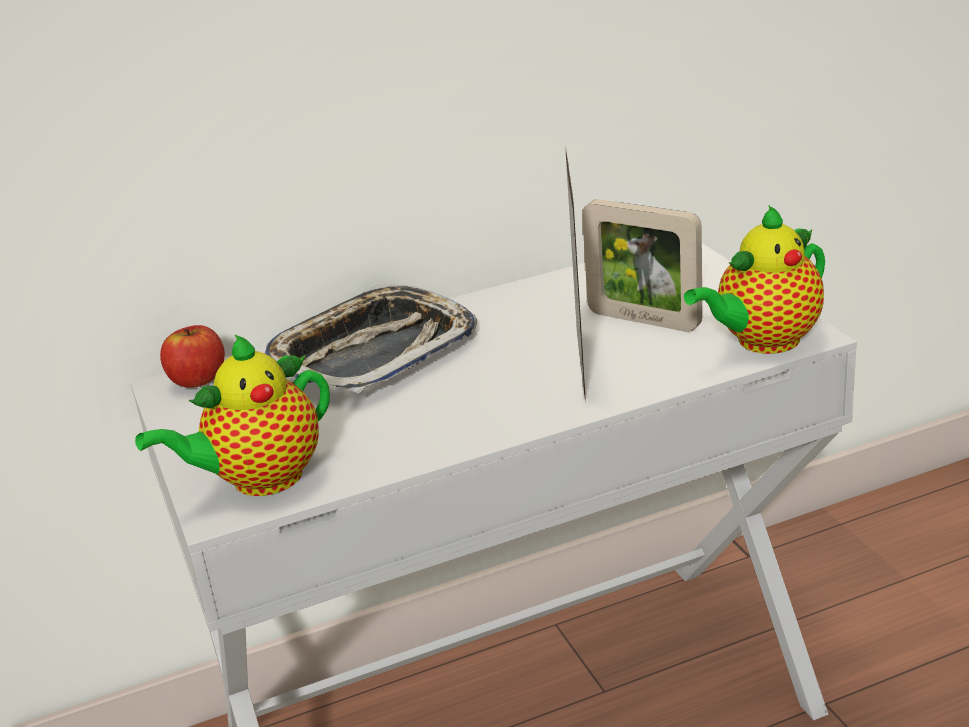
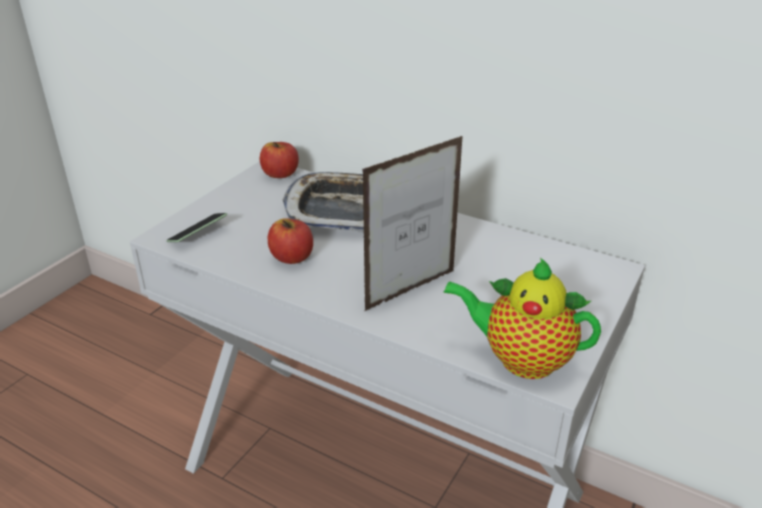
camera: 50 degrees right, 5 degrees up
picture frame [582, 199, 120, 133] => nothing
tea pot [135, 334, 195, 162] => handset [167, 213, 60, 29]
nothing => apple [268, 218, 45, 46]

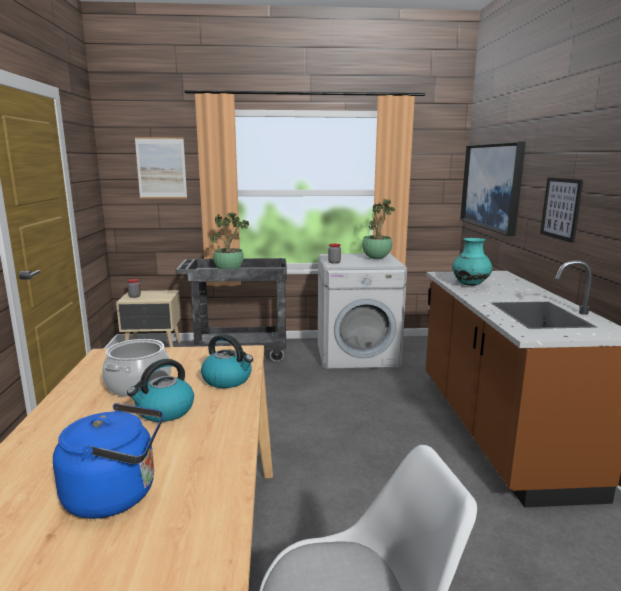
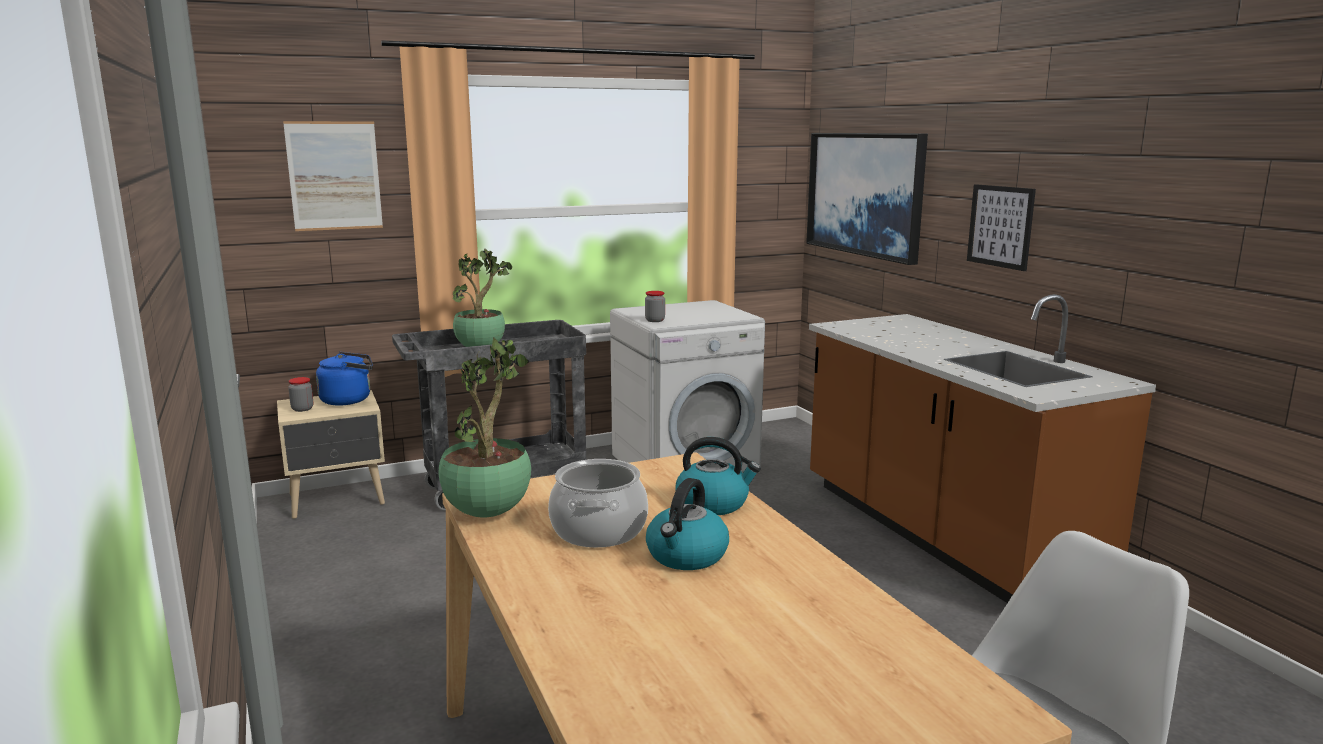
camera: 20 degrees left, 0 degrees up
potted plant [362, 199, 33, 60] => potted plant [439, 338, 92, 179], shifted
vase (turquoise) [452, 238, 40, 48] => nothing
kettle (blue-coloured) [53, 403, 110, 116] => kettle (blue-coloured) [316, 352, 57, 53], shifted

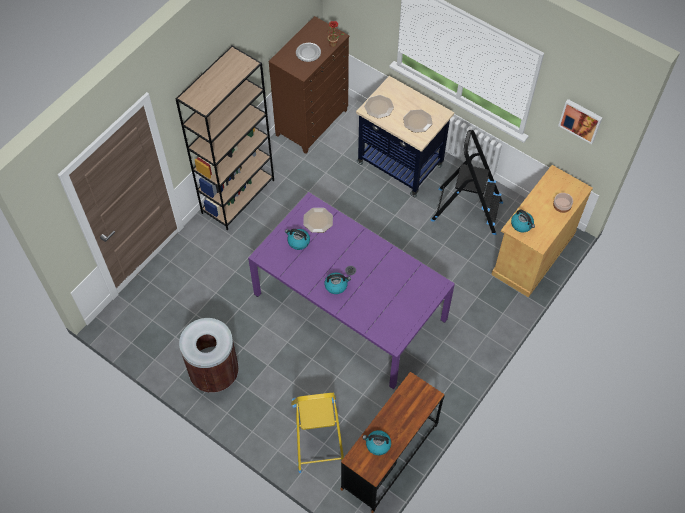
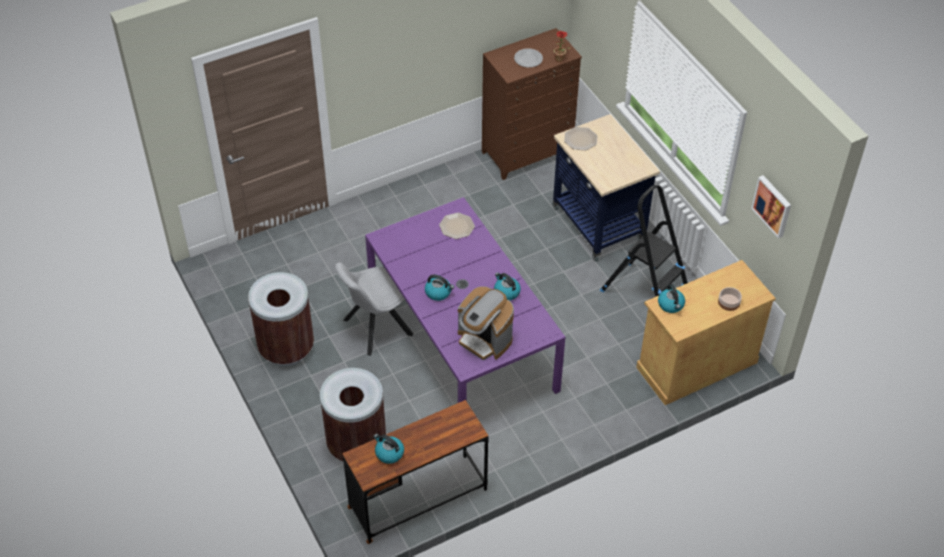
camera: 25 degrees right, 10 degrees down
shelving unit (beige) [176, 46, 98, 184] => nothing
flat dish [403, 110, 29, 23] => nothing
kettle [285, 229, 25, 21] => kettle [494, 272, 27, 29], shifted
step stool (yellow) [291, 393, 53, 80] => waste bin (brown) [320, 368, 66, 94]
nothing => chair (grey) [335, 262, 78, 94]
nothing => coffee brewer [458, 286, 56, 74]

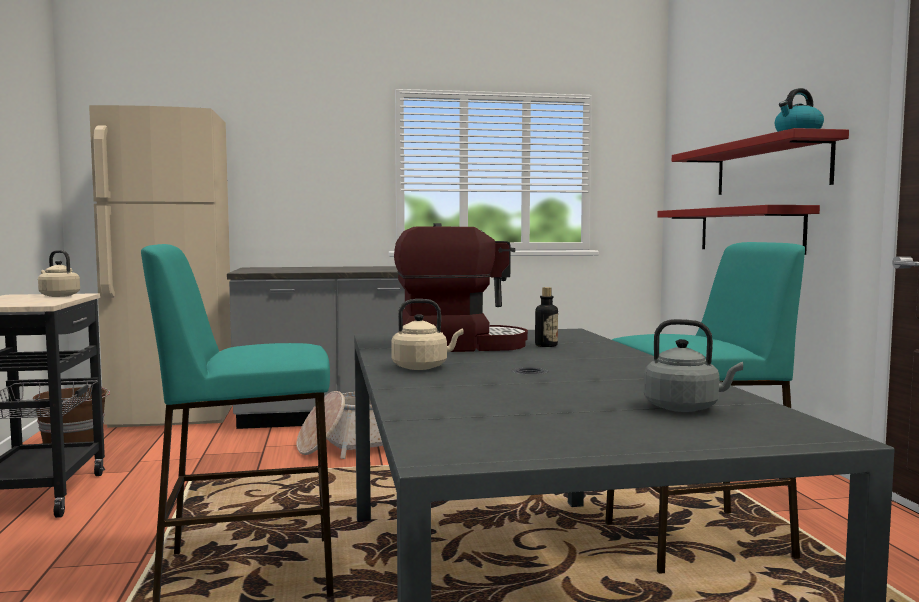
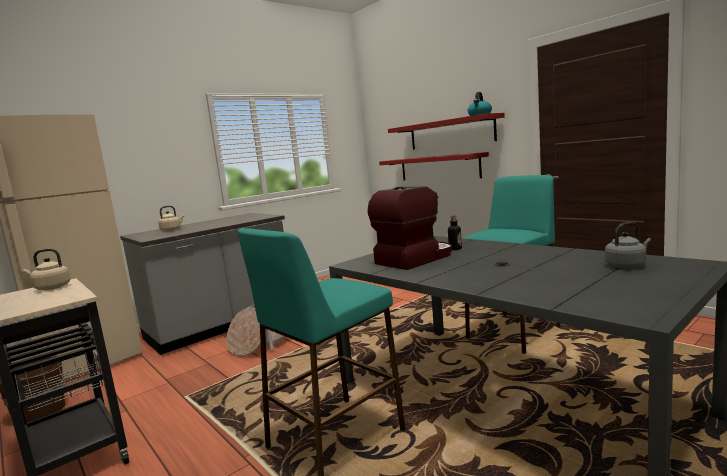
camera: 30 degrees left, 5 degrees up
kettle (beige) [391, 299, 73, 71] => kettle (beige) [158, 206, 27, 25], shifted

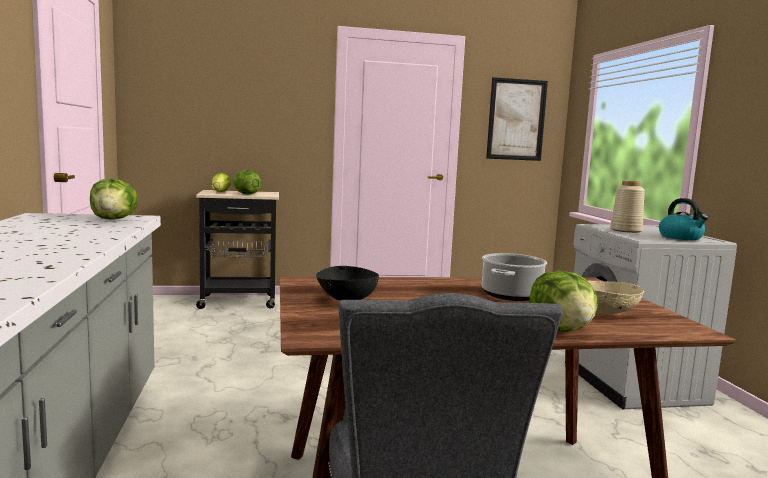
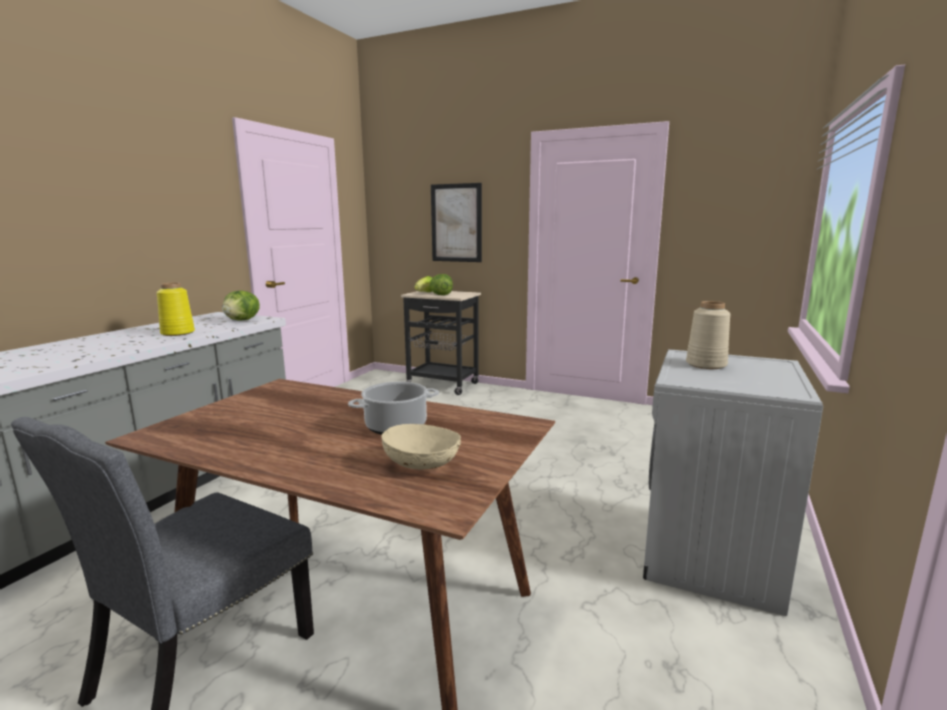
camera: 35 degrees right, 5 degrees up
picture [486, 77, 62, 84] => picture [431, 183, 51, 79], shifted
kettle [659, 198, 50, 42] => nothing
deep dish (blackish) [316, 266, 63, 35] => nothing
head of lettuce [530, 270, 68, 62] => nothing
nothing => vase (yellow) [157, 282, 38, 54]

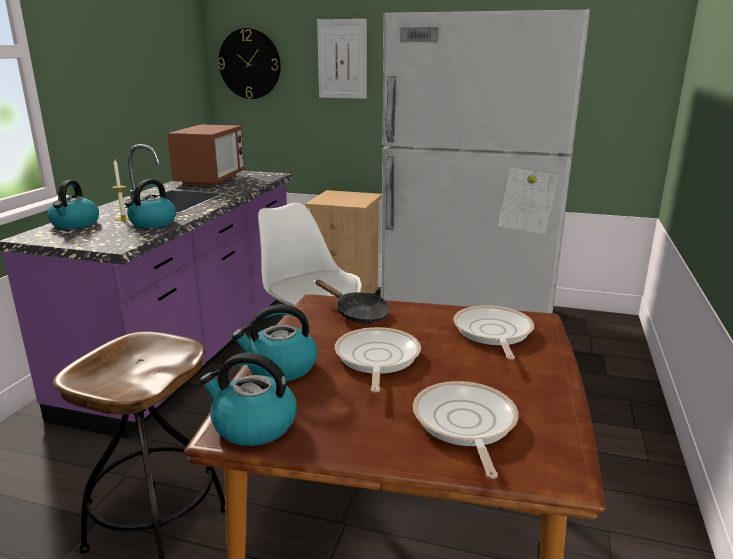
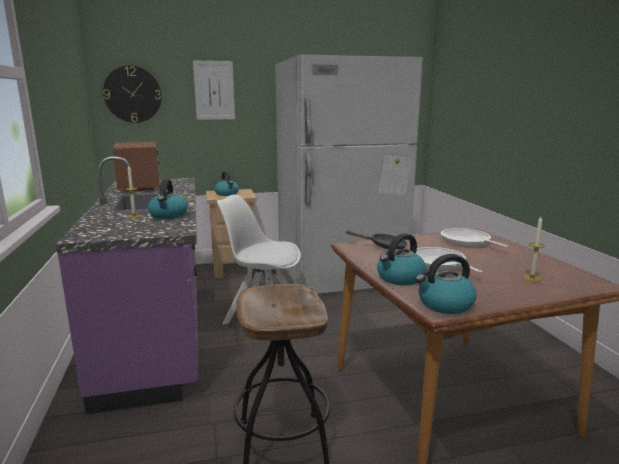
camera: 30 degrees left, 5 degrees down
kettle [48, 180, 51, 49] => kettle [214, 171, 25, 25], shifted
pan [413, 381, 105, 98] => wax candle [523, 217, 22, 64]

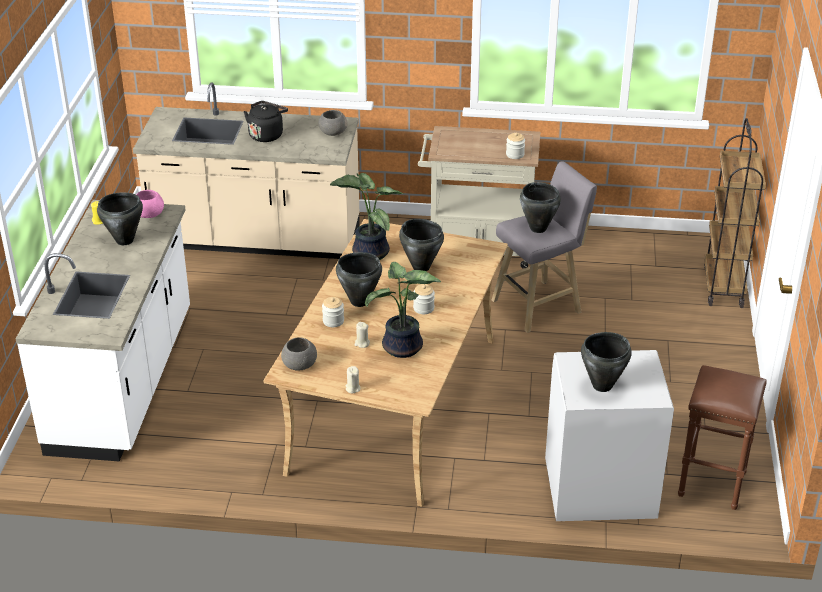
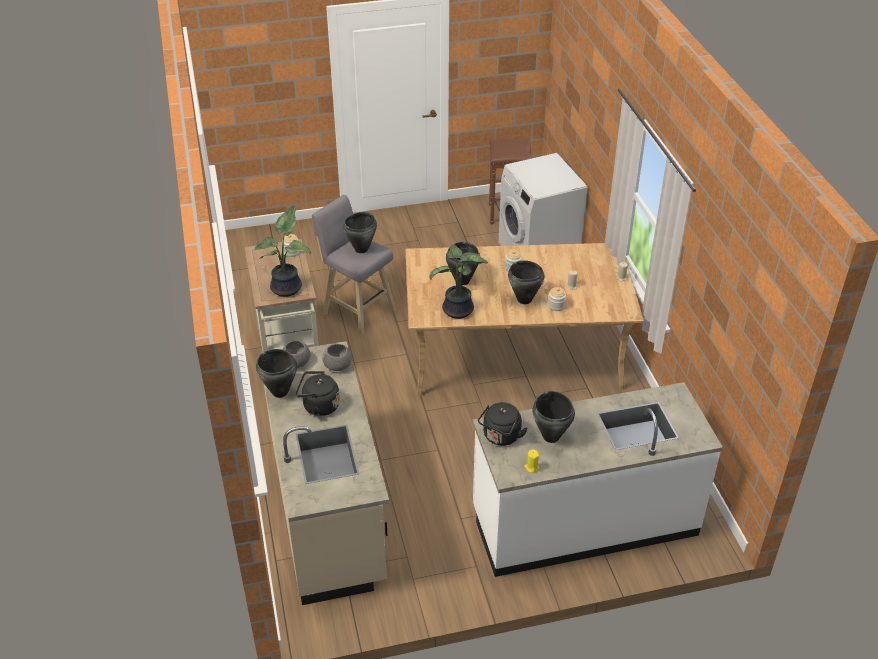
camera: 110 degrees left, 5 degrees up
cart (brown) [704, 118, 62, 190] => nothing
deep dish (pink-coloured) [136, 190, 28, 28] => kettle (blackish) [478, 402, 50, 44]
potted plant [365, 262, 76, 96] => potted plant [254, 205, 57, 92], shifted
stockpot (blackish) [581, 332, 51, 60] => stockpot (blackish) [256, 349, 41, 49], shifted
deep dish (grey) [281, 337, 36, 34] => deep dish (grey) [322, 344, 30, 27], shifted

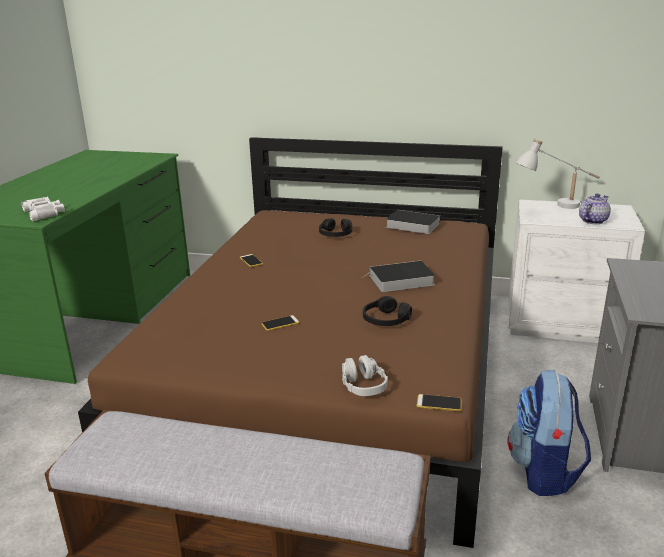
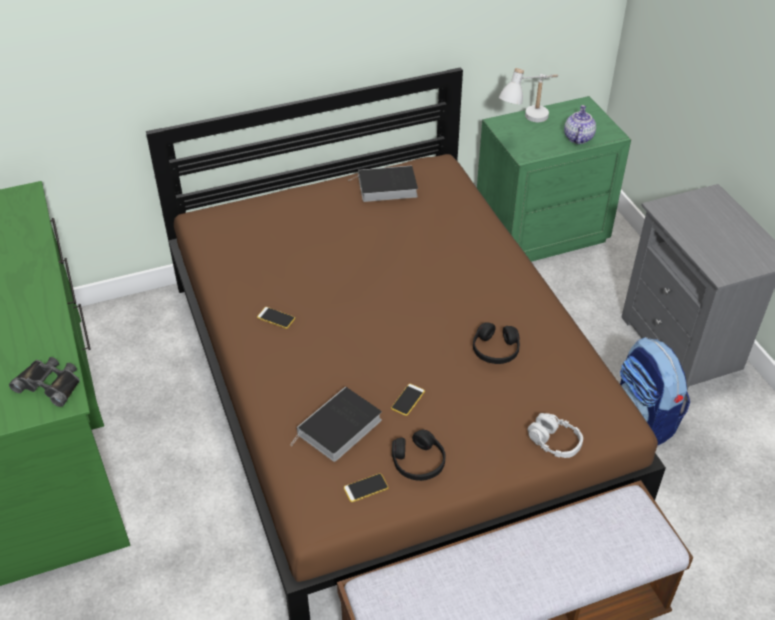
camera: 35 degrees left, 20 degrees up
binoculars (white-coloured) [21, 196, 44, 25] => binoculars (blackish) [9, 357, 71, 50]
bedside table (white-coloured) [508, 199, 137, 144] => bedside table (green-coloured) [477, 96, 154, 166]
headphones (blackish) [319, 218, 33, 19] => headphones (blackish) [392, 430, 54, 51], shifted
volume [366, 261, 69, 31] => volume [290, 386, 92, 76], shifted
handset [417, 394, 45, 17] => handset [344, 473, 45, 29], shifted

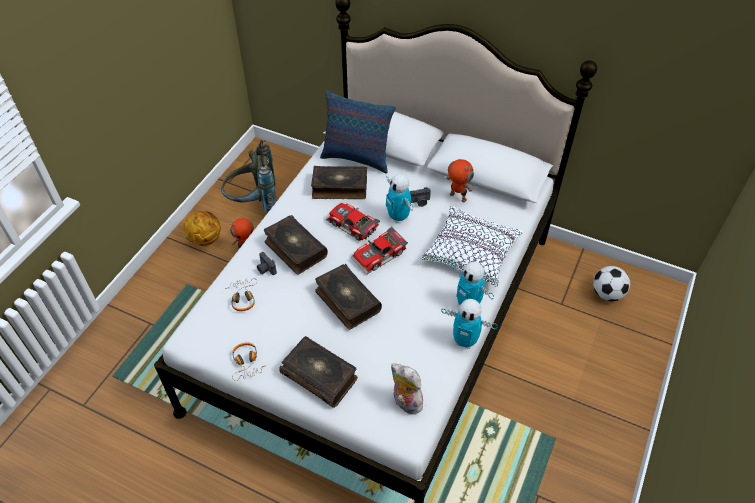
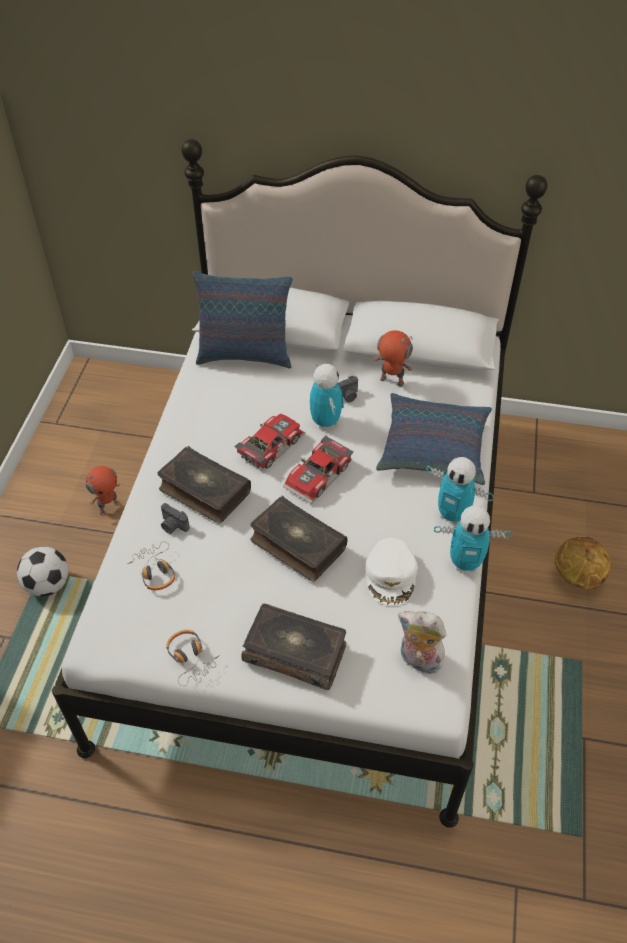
camera: 15 degrees left, 0 degrees up
knapsack (grey) [221, 140, 56, 74] => nothing
volume [311, 166, 56, 33] => nothing
robot figure [386, 174, 27, 49] => robot figure [310, 364, 34, 65], 150 degrees counterclockwise
toy car [326, 203, 54, 38] => toy car [235, 414, 70, 54], 105 degrees clockwise
throw pillow (white-coloured) [421, 206, 102, 81] => throw pillow (blue-coloured) [376, 393, 116, 92]
ball for basketball [183, 211, 38, 35] => ball for basketball [555, 537, 56, 52], shifted
ball for football [593, 266, 37, 35] => ball for football [17, 547, 52, 49], shifted
nothing => peaked cap (white-coloured) [365, 538, 53, 68]

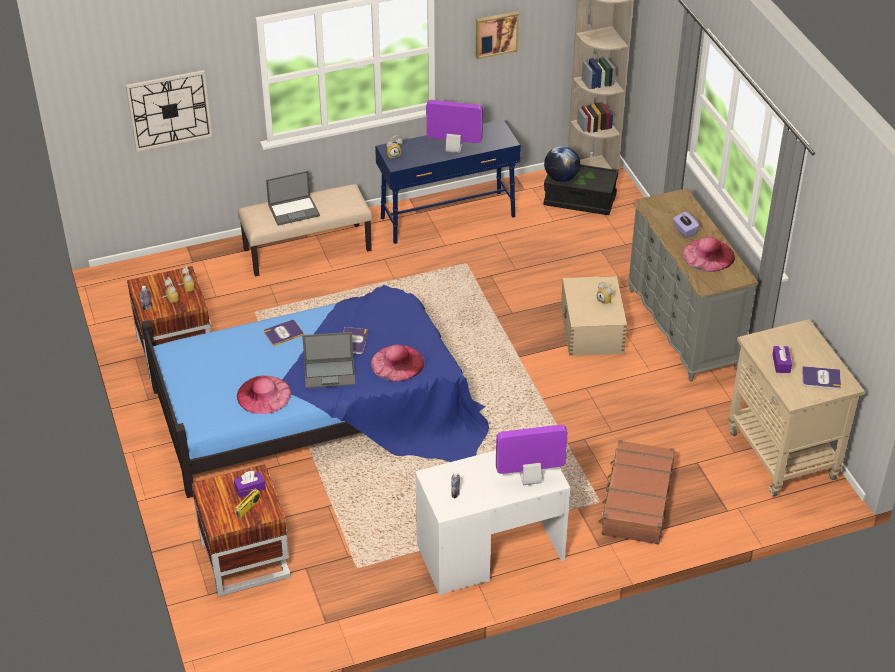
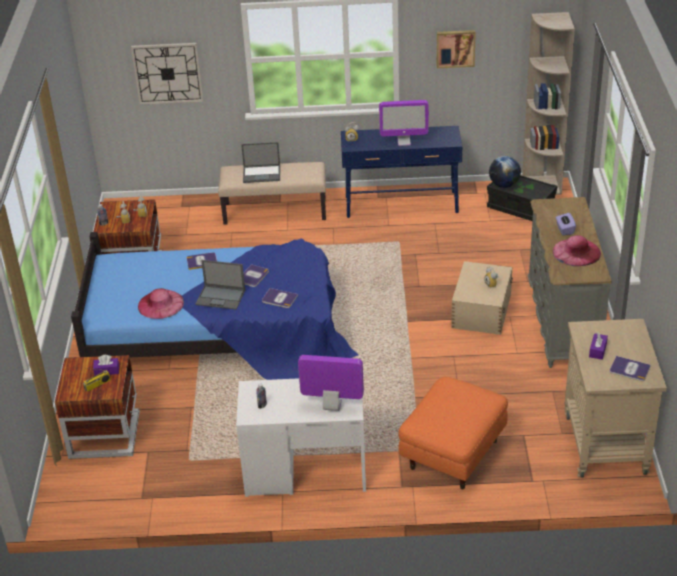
camera: 20 degrees right, 5 degrees down
computer screen [426, 100, 57, 53] => computer screen [379, 100, 50, 46], 150 degrees clockwise
wearable hat (pink-coloured) [371, 345, 53, 37] => volume [262, 288, 36, 20]
travel case (brown) [598, 440, 76, 105] => footrest (orange-coloured) [398, 377, 110, 112]

